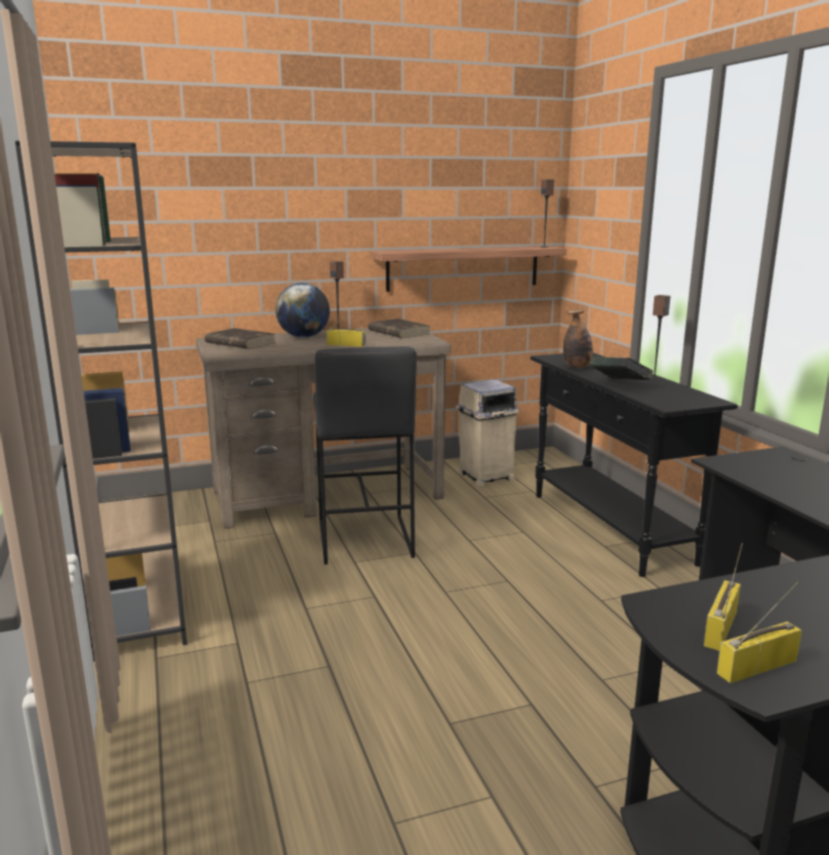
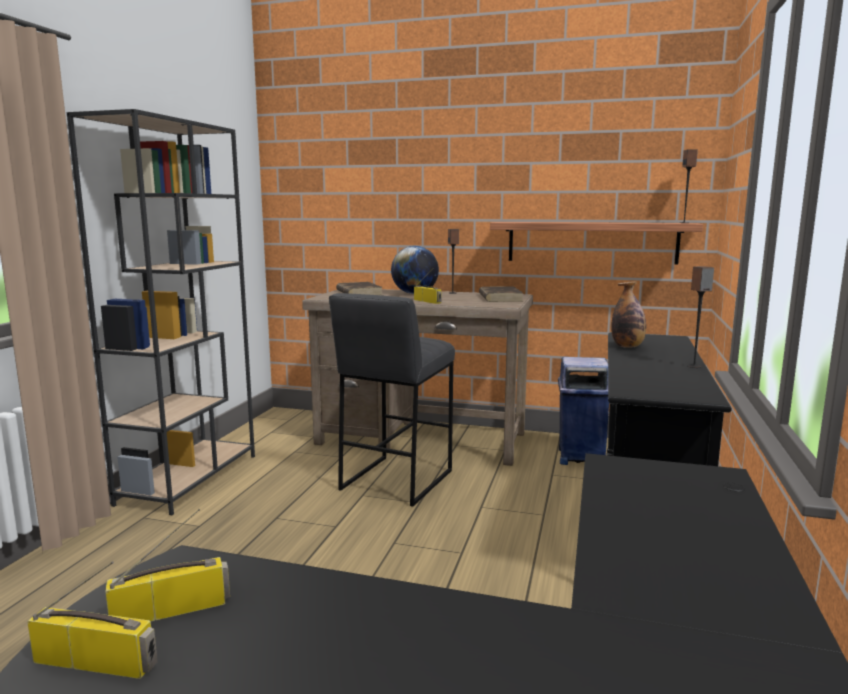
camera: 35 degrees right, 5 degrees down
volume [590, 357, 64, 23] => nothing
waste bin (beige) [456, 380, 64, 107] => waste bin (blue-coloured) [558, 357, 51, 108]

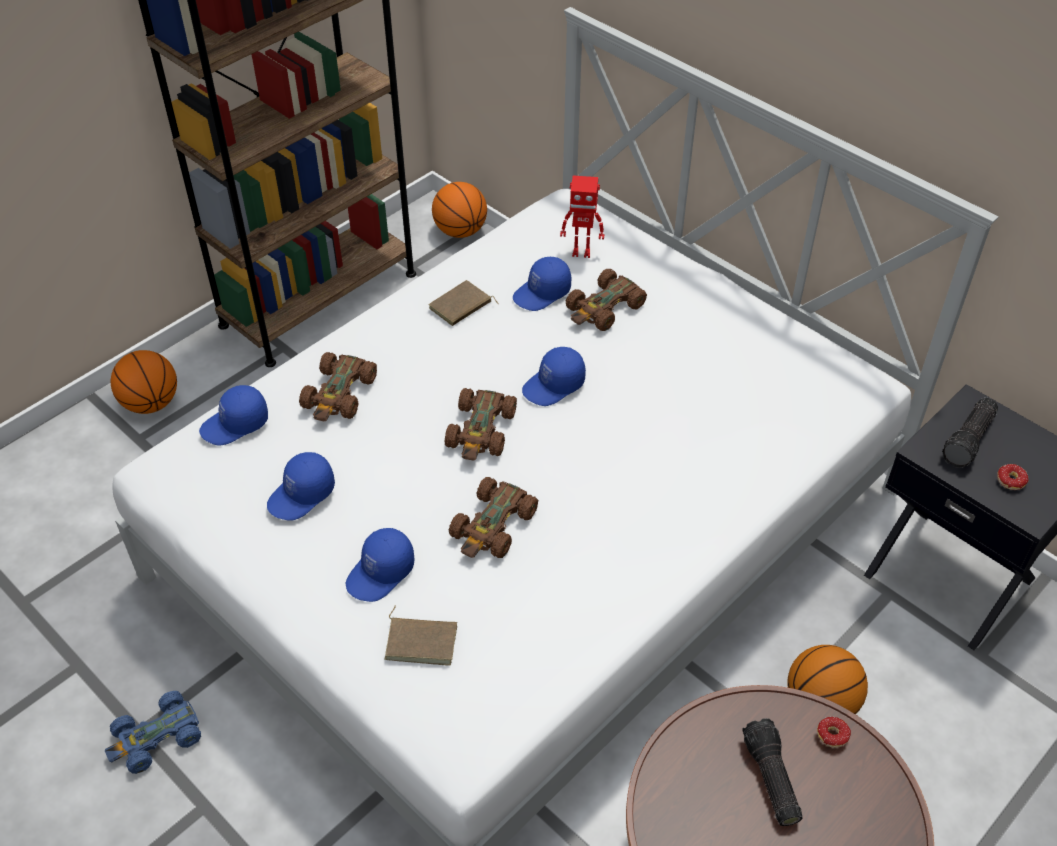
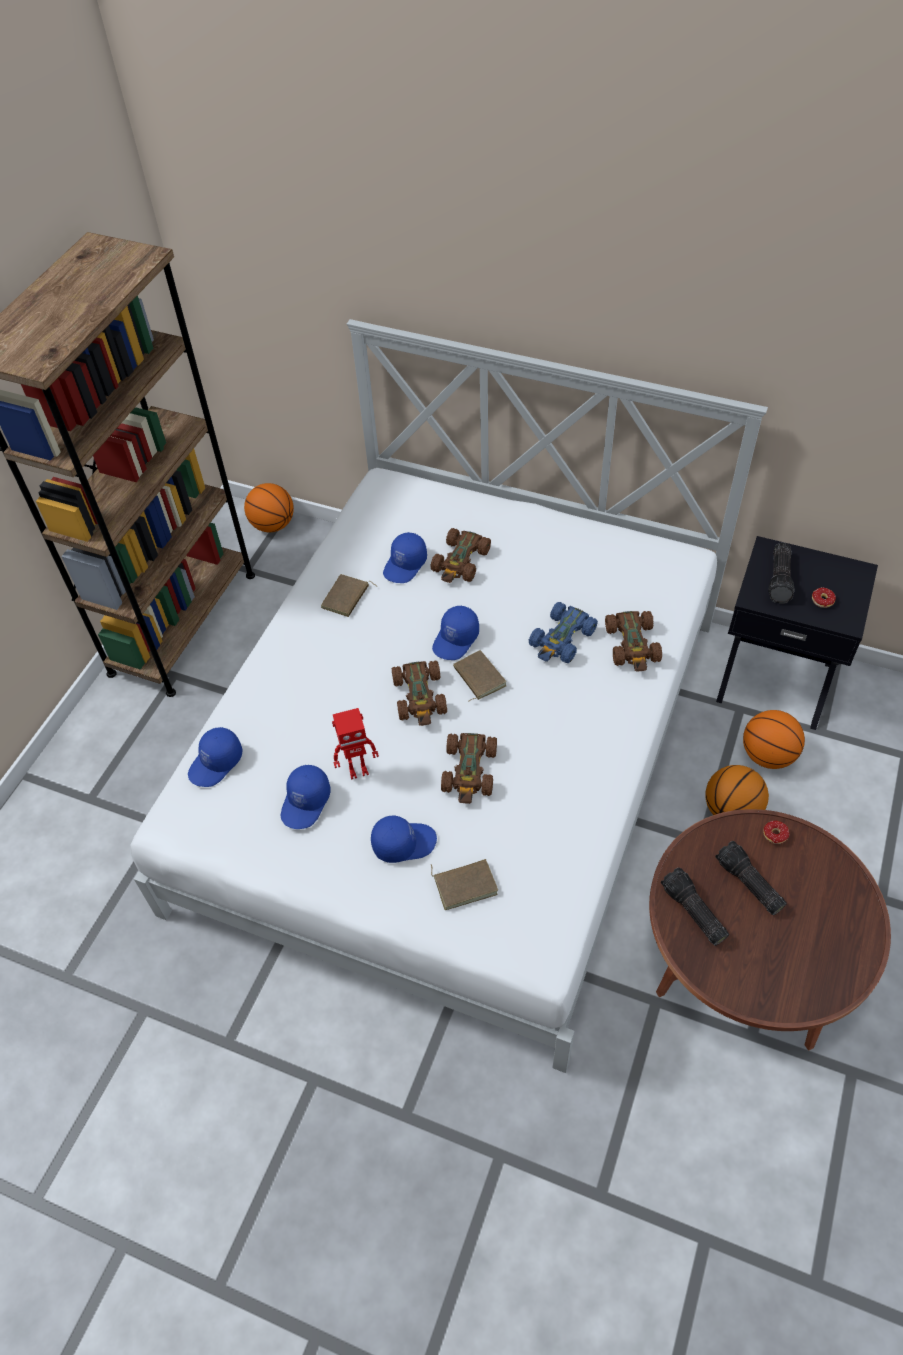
camera: 20 degrees left, 5 degrees up
robot figure [560, 176, 44, 82] => robot figure [332, 708, 47, 72], shifted
ball for basketball [111, 350, 66, 64] => ball for basketball [743, 710, 62, 59], shifted
toy car (brown) [299, 352, 78, 69] => toy car (brown) [605, 611, 57, 61], shifted
peaked cap (blue-coloured) [346, 528, 68, 74] => peaked cap (blue-coloured) [371, 816, 66, 47], 120 degrees counterclockwise
toy car (blue-coloured) [105, 691, 96, 83] => toy car (blue-coloured) [529, 602, 69, 61], shifted
nothing => volume (brown) [453, 650, 53, 52]
nothing => flashlight [661, 868, 68, 78]

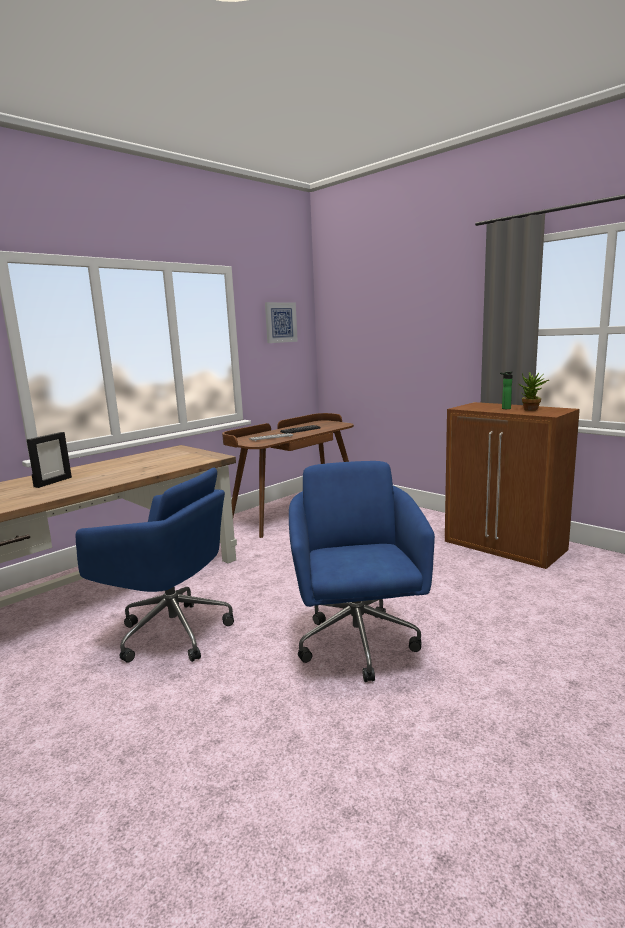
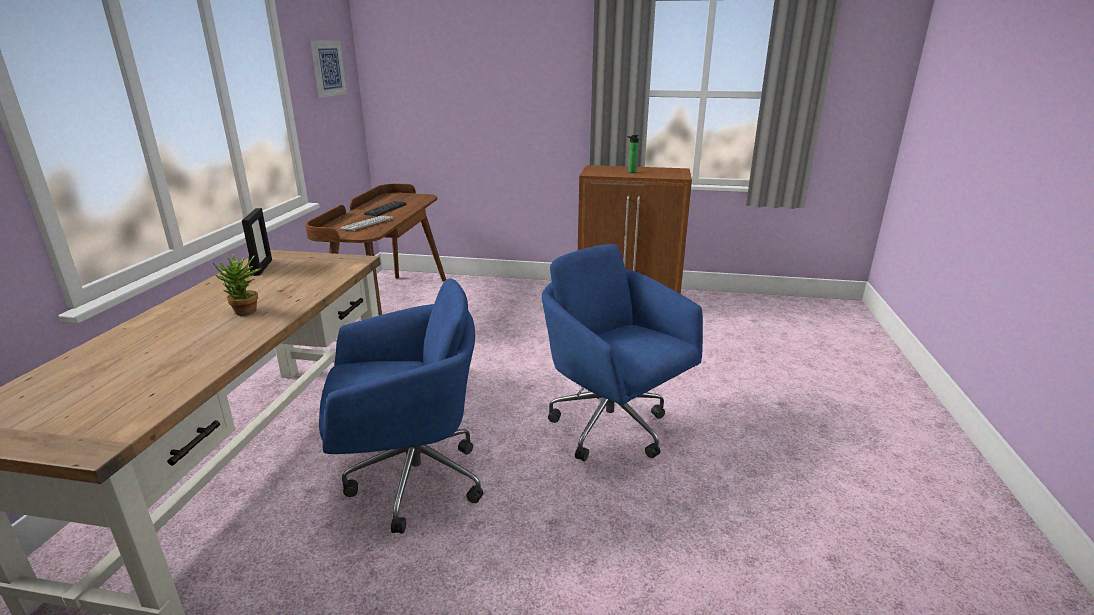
camera: 35 degrees left, 10 degrees up
potted plant [518, 372, 31, 39] => potted plant [213, 254, 48, 62], shifted
picture frame [26, 432, 46, 56] => picture frame [242, 208, 30, 68], shifted

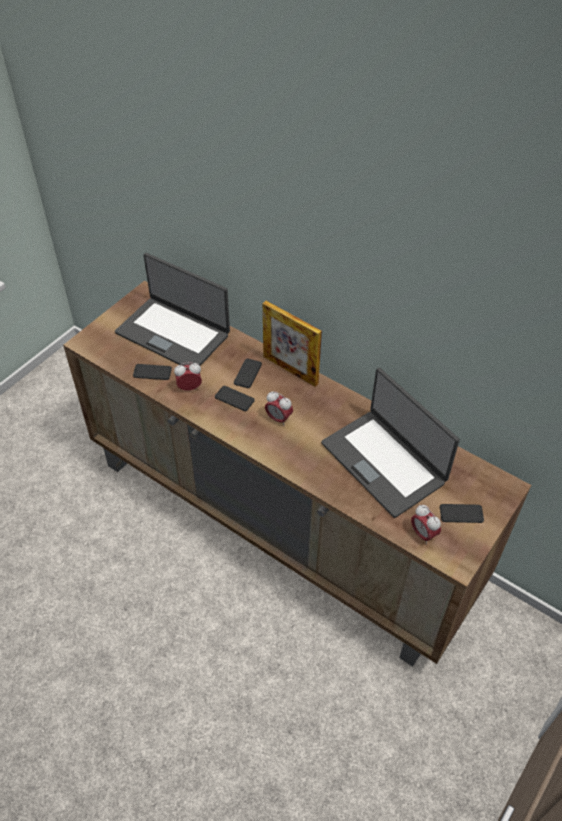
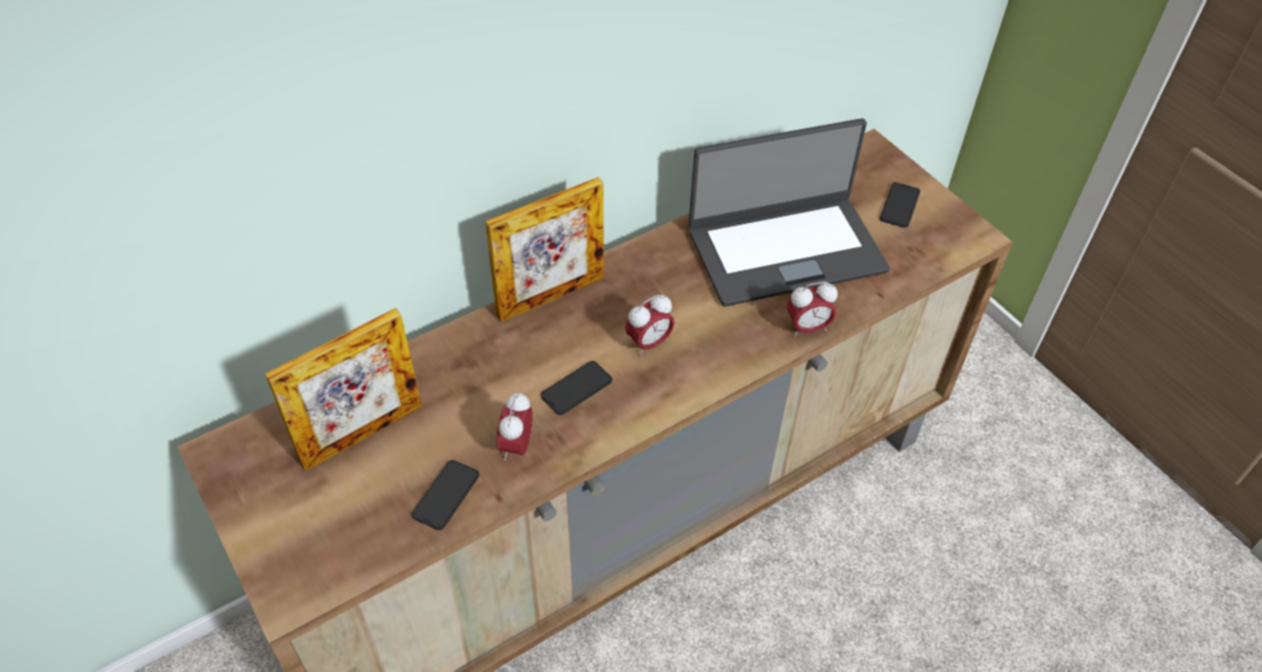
camera: 70 degrees left, 0 degrees up
laptop [115, 253, 115, 113] => picture frame [265, 308, 157, 163]
handset [234, 359, 28, 29] => nothing
alarm clock [411, 505, 30, 40] => alarm clock [787, 282, 51, 54], shifted

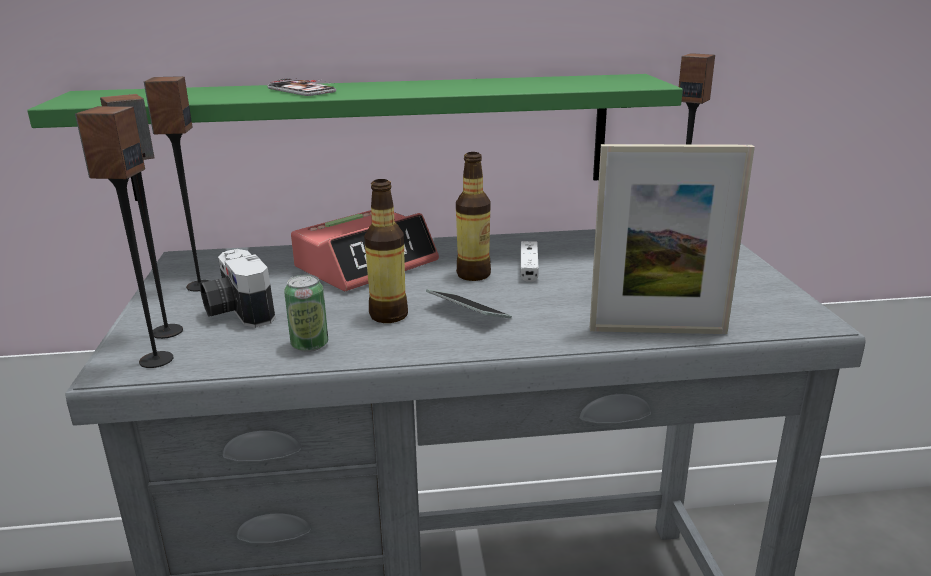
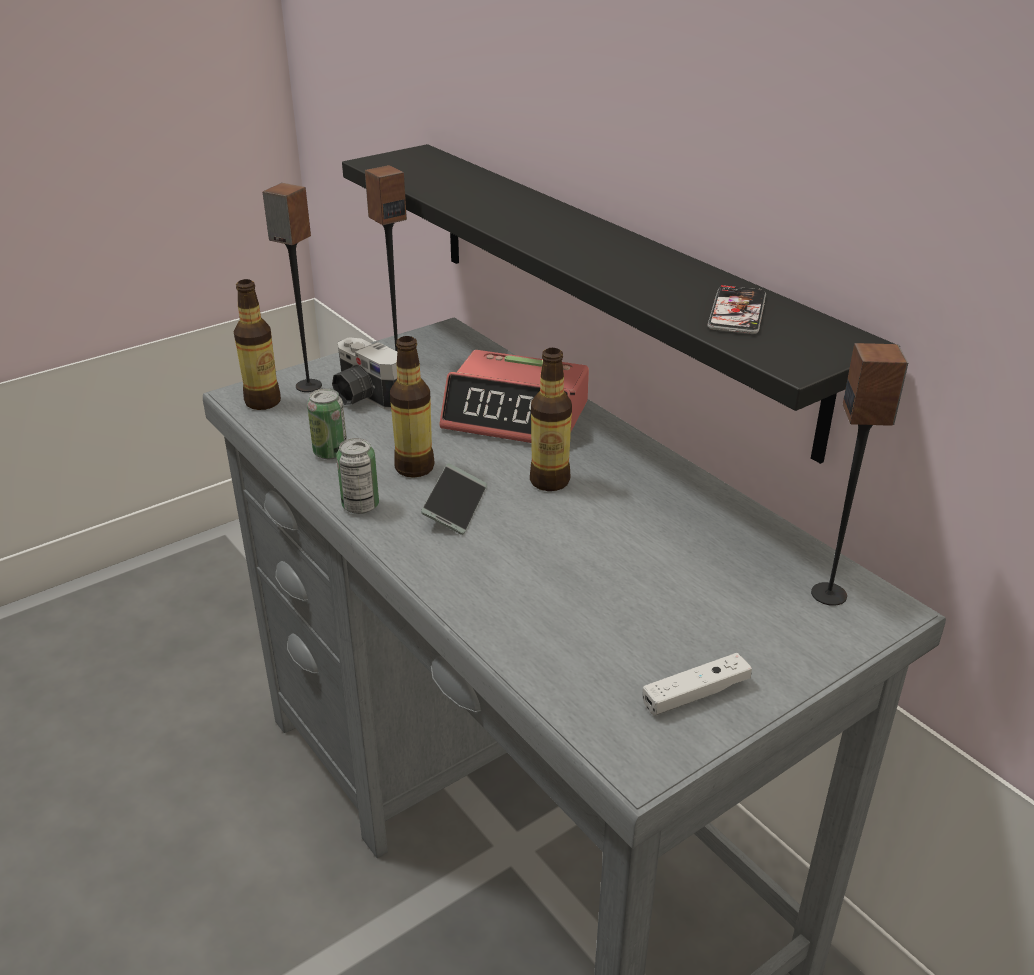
camera: 60 degrees right, 10 degrees up
bracket shelf (green-coloured) [27, 74, 656, 127] => bracket shelf (blackish) [342, 144, 552, 320]
handset [267, 78, 69, 18] => handset [707, 285, 59, 49], shifted
audio speaker [75, 106, 99, 262] => beverage bottle [234, 279, 47, 131]
picture frame [590, 144, 165, 190] => nothing
game controller (white-coloured) [520, 241, 19, 41] => game controller (white-coloured) [642, 653, 110, 63], shifted
still camera [200, 249, 75, 79] => still camera [332, 337, 65, 73], 75 degrees counterclockwise
nothing => can [336, 438, 43, 76]

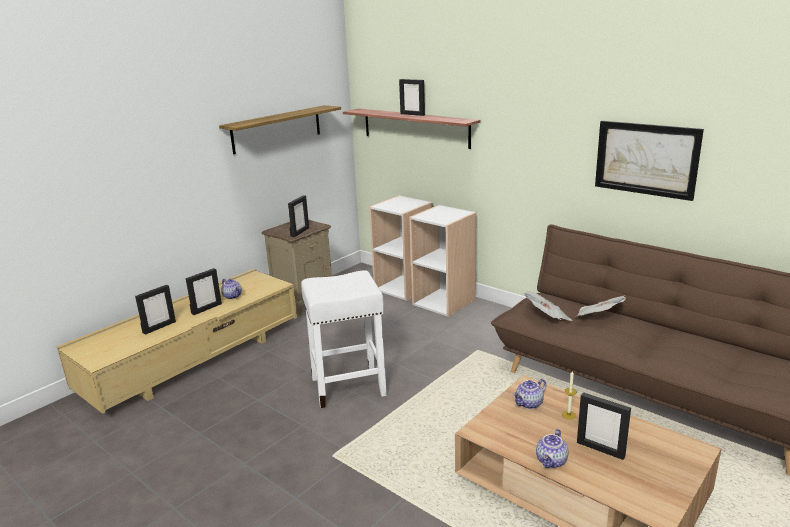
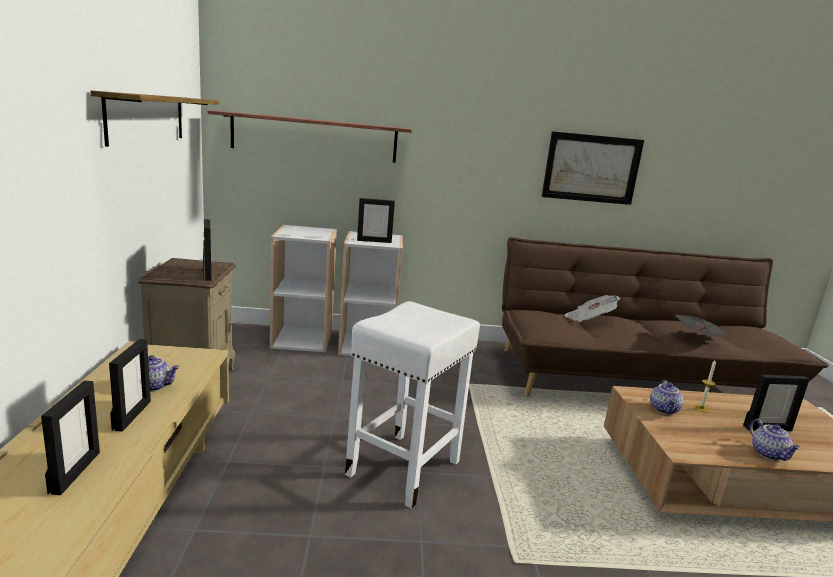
camera: 45 degrees left, 5 degrees down
picture frame [399, 79, 26, 37] => picture frame [357, 198, 38, 45], shifted
daily paper [522, 292, 50, 29] => daily paper [674, 315, 52, 22], shifted

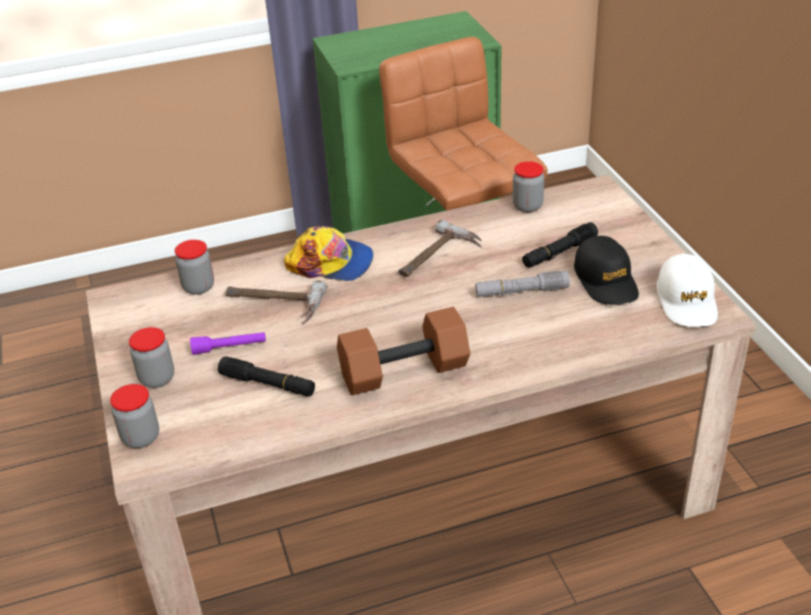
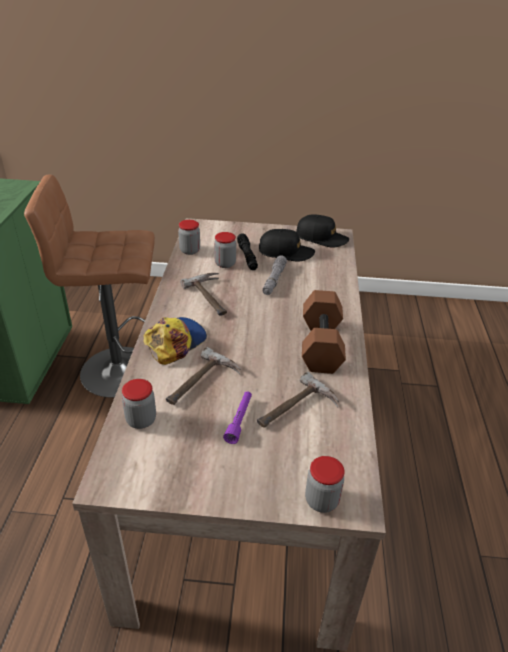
camera: 70 degrees left, 0 degrees up
peaked cap (white-coloured) [657, 254, 61, 73] => peaked cap (blackish) [296, 214, 53, 33]
preserve jar [129, 327, 45, 61] => preserve jar [214, 232, 22, 36], shifted
flashlight (blackish) [218, 356, 97, 40] => hand hammer [257, 372, 82, 56]

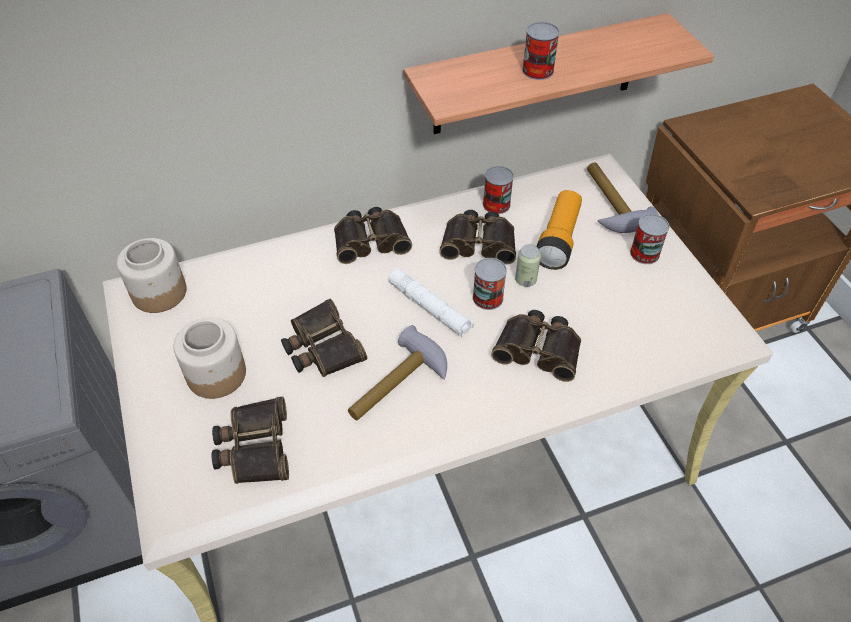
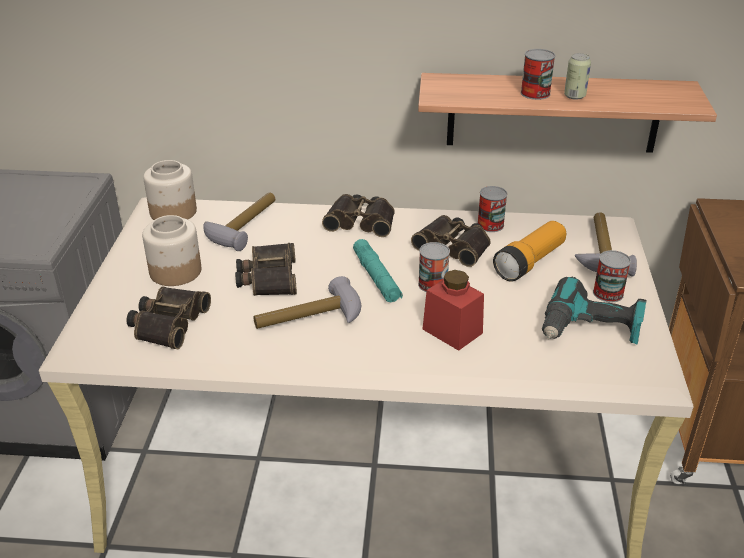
camera: 25 degrees right, 15 degrees down
can [515, 244, 26, 43] => can [564, 53, 27, 47], shifted
flashlight (white-coloured) [389, 269, 85, 68] => flashlight (turquoise) [353, 239, 50, 64]
binoculars [491, 310, 90, 72] => preserve jar (reddish) [423, 270, 61, 81]
nothing => hand hammer [203, 193, 72, 58]
nothing => drill [542, 277, 104, 68]

